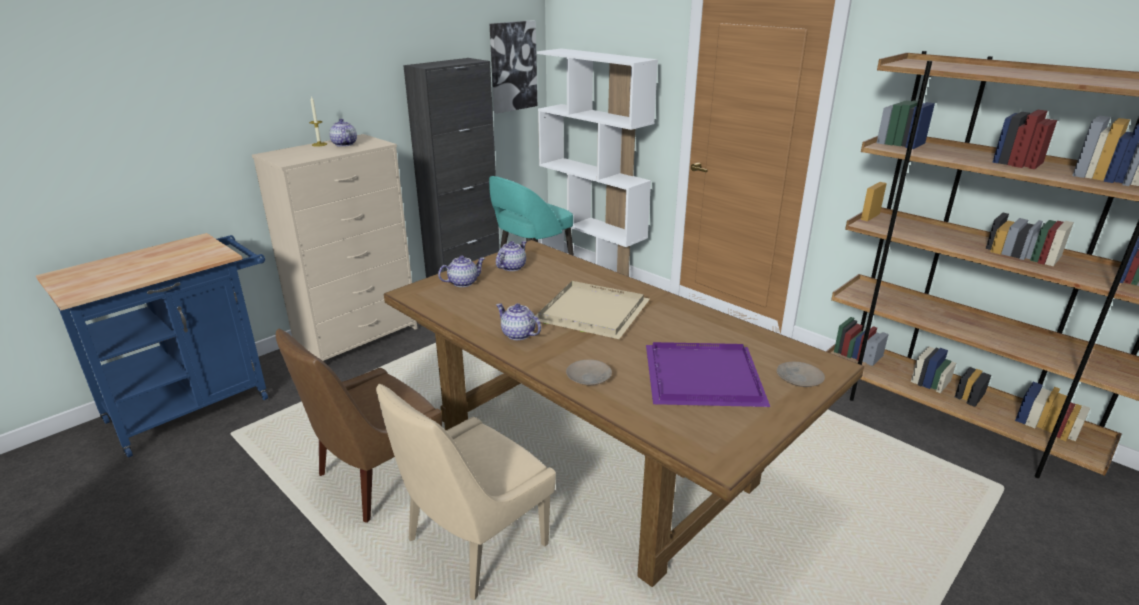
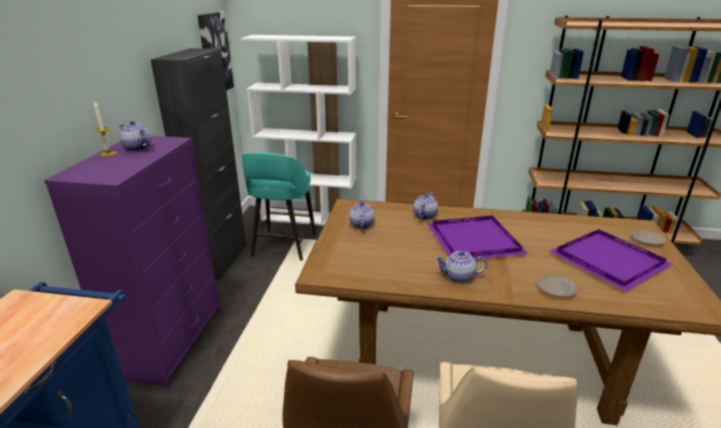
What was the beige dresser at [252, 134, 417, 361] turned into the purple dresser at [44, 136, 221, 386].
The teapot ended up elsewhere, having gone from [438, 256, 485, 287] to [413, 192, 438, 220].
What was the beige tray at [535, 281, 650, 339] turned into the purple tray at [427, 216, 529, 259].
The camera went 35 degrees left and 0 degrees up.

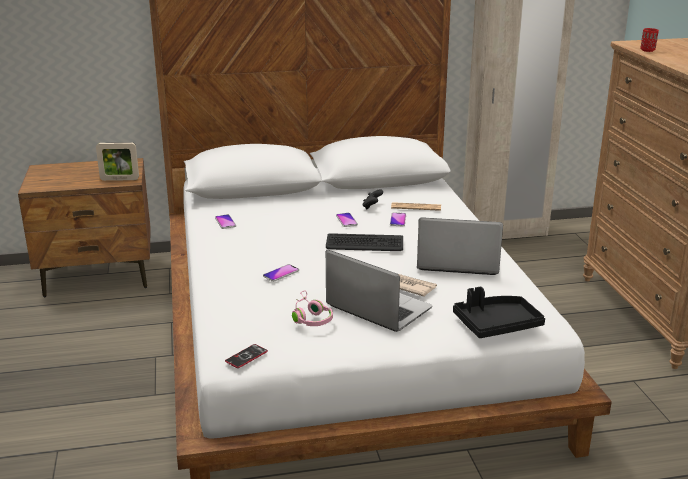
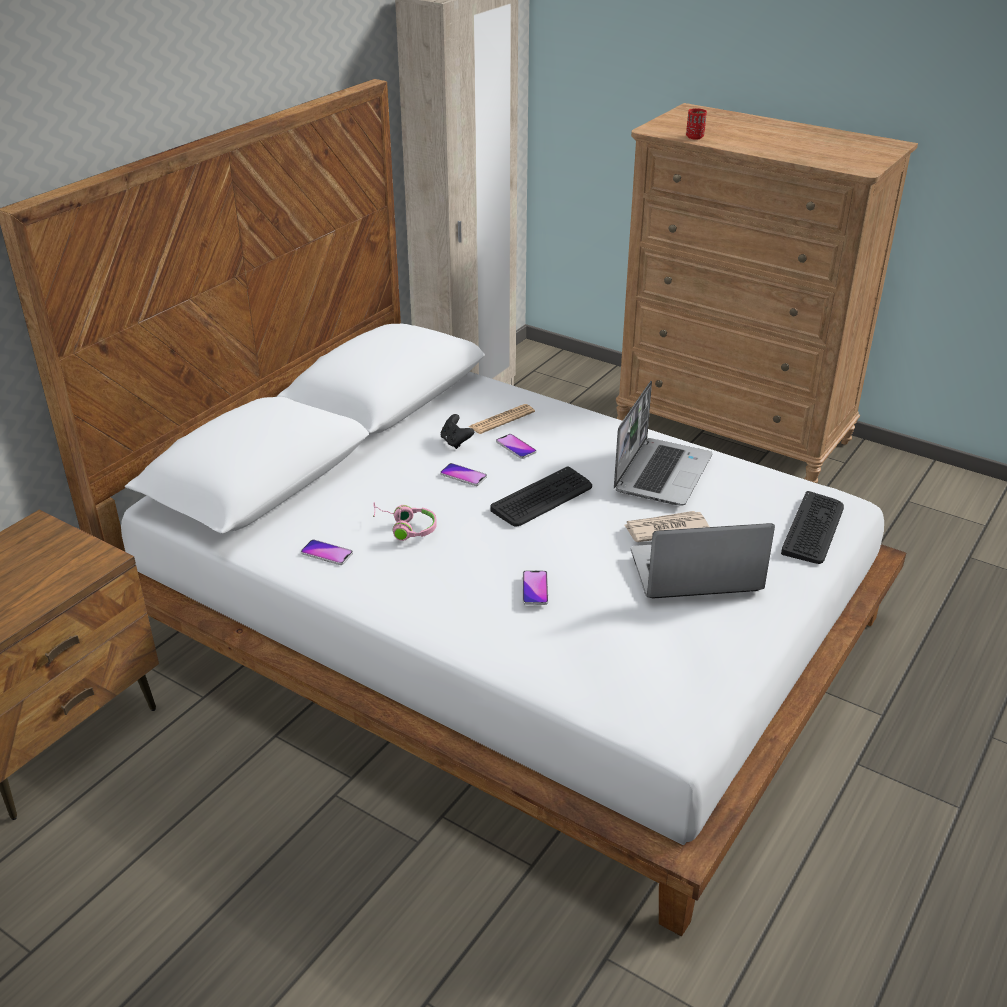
The second view lost the picture frame at [96, 142, 139, 181].
The second view lost the phone at [225, 344, 268, 368].
The pink headphones ended up elsewhere, having gone from [292, 291, 333, 326] to [373, 502, 437, 541].
The laptop at [417, 217, 503, 275] ended up facing another way, 150 degrees clockwise from before.
Where the black tray stood at [453, 287, 545, 338], the keyboard came to stand at [781, 491, 844, 564].
The camera went 45 degrees left and 10 degrees up.

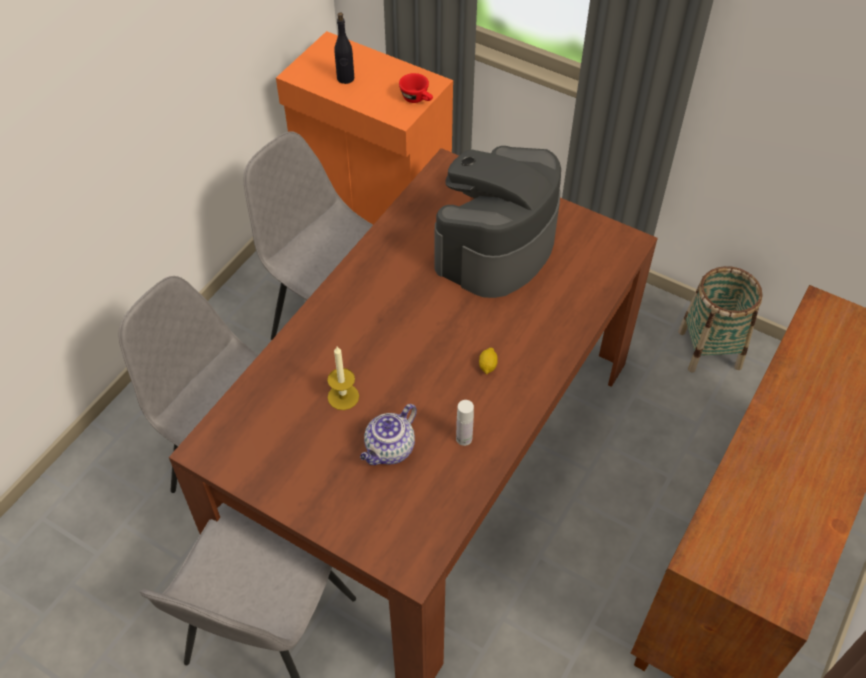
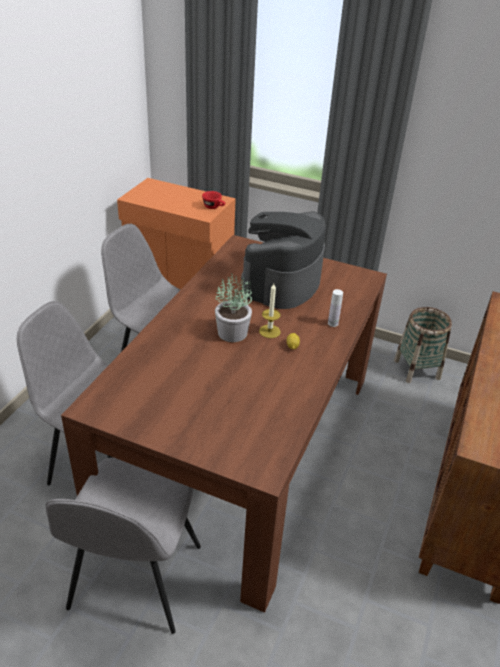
The candle ended up elsewhere, having gone from [327, 347, 359, 410] to [259, 284, 281, 338].
The second view lost the black bottle at [334, 12, 354, 84].
The second view lost the teapot at [360, 404, 417, 465].
The white bottle ended up elsewhere, having gone from [456, 400, 474, 446] to [328, 289, 343, 327].
The second view gained the potted plant at [215, 273, 252, 342].
The camera went 10 degrees left and 15 degrees down.

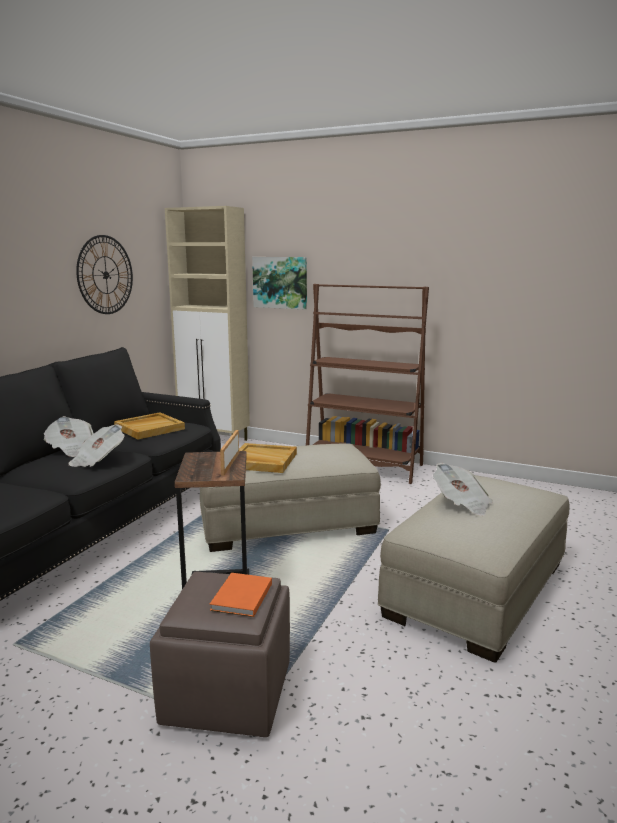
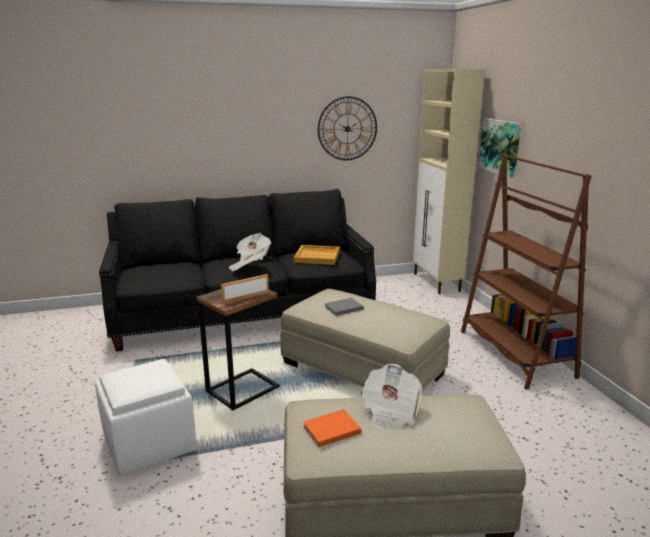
What was the brown ottoman at [150, 572, 290, 737] turned into the white ottoman at [95, 359, 197, 477].
The orange book ended up elsewhere, having gone from [210, 573, 272, 617] to [303, 409, 361, 447].
Where the beige tray stood at [239, 443, 297, 473], the grey book came to stand at [325, 298, 363, 316].
The camera went 50 degrees right and 5 degrees up.

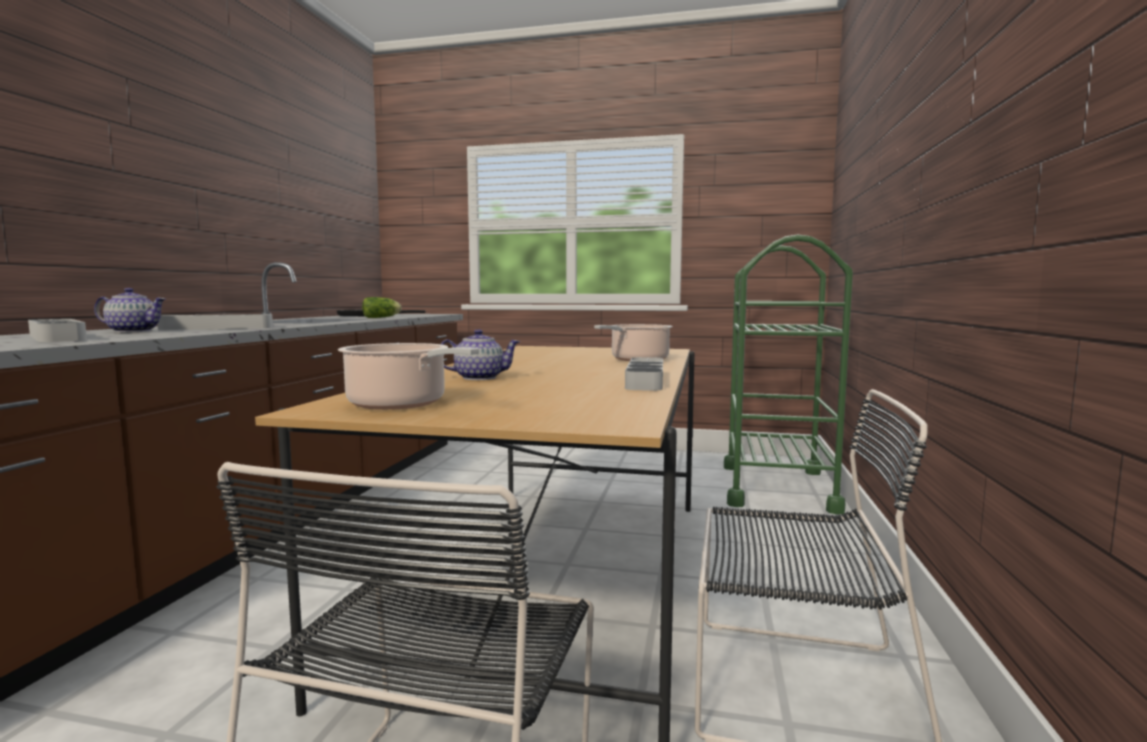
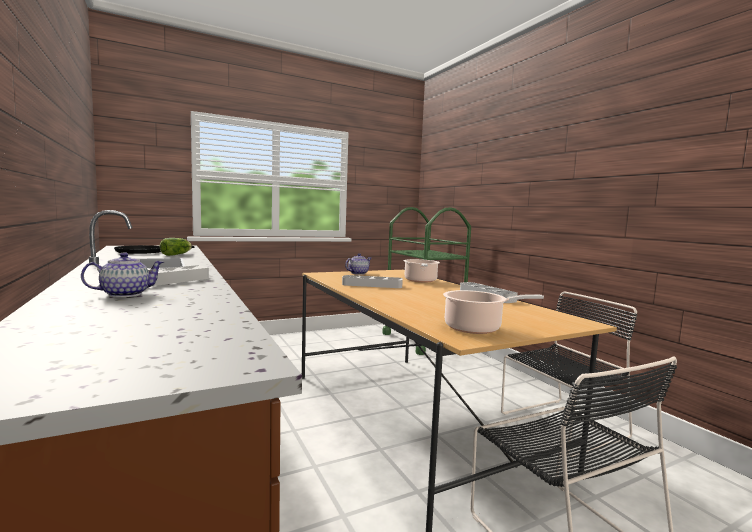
The grey tray ended up elsewhere, having gone from [28, 319, 87, 342] to [342, 275, 403, 288].
The teapot ended up elsewhere, having gone from [441, 329, 520, 380] to [345, 253, 371, 275].
The camera went 40 degrees left and 0 degrees up.

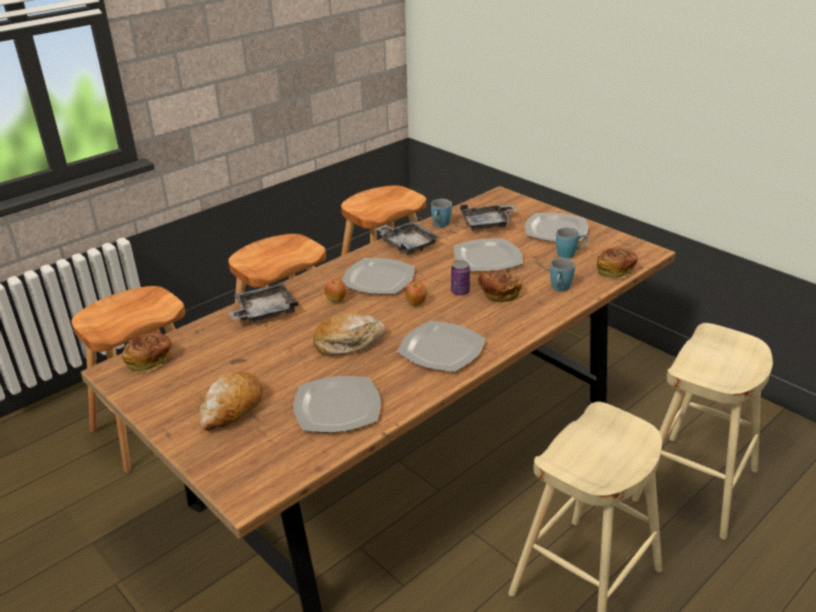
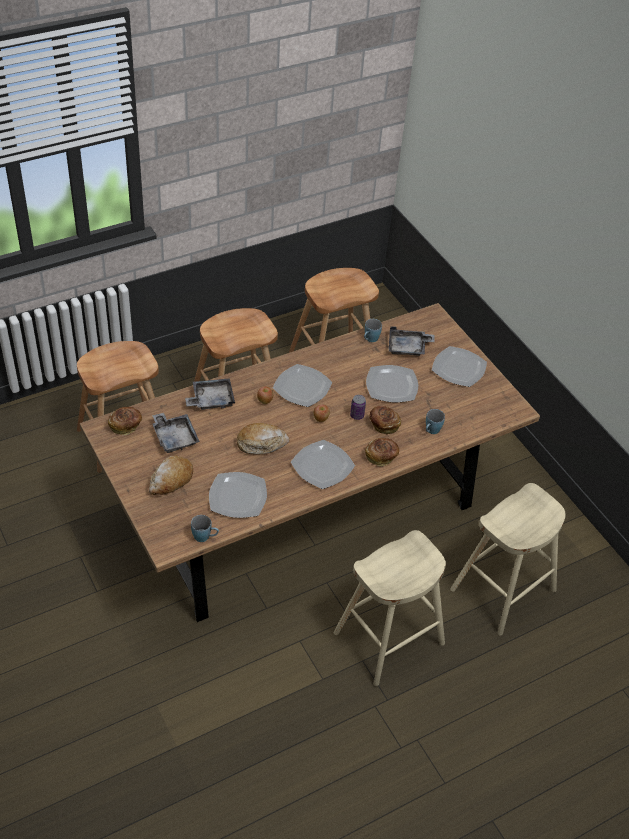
The grey tray ended up elsewhere, having gone from [375, 221, 440, 255] to [152, 413, 200, 453].
The blue mug ended up elsewhere, having gone from [556, 228, 588, 258] to [191, 515, 219, 542].
The bread ended up elsewhere, having gone from [597, 247, 638, 279] to [365, 438, 399, 466].
The camera went 10 degrees right and 15 degrees up.

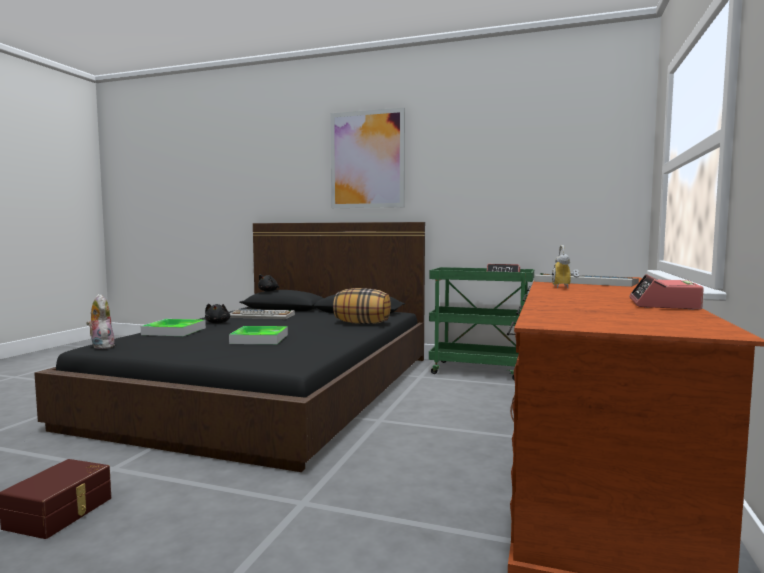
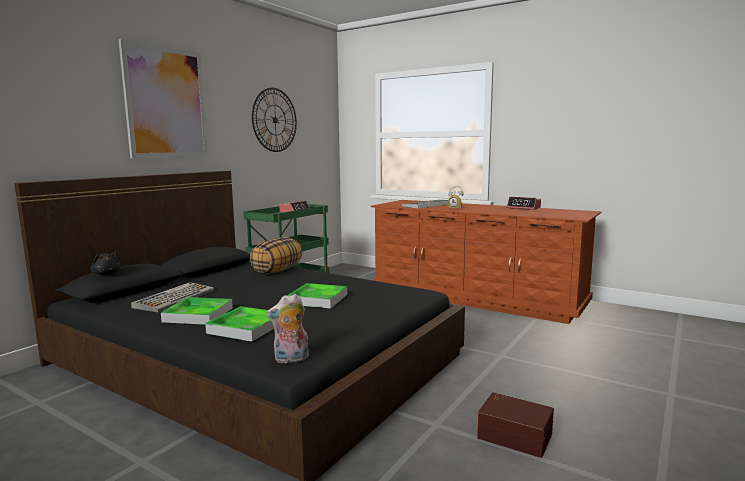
Where the black plush toy stood at [205, 303, 230, 324], the tray came to stand at [161, 297, 233, 325].
The second view gained the wall clock at [252, 88, 297, 152].
The camera went 75 degrees left and 5 degrees up.

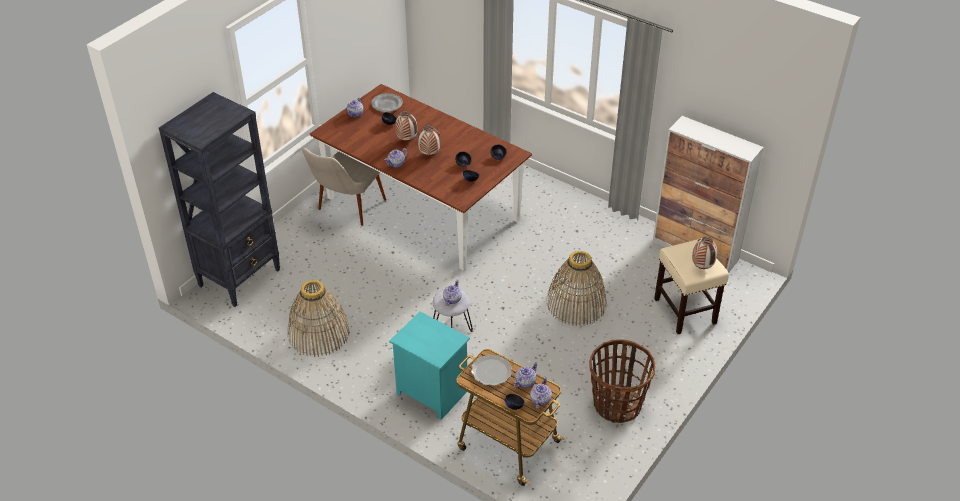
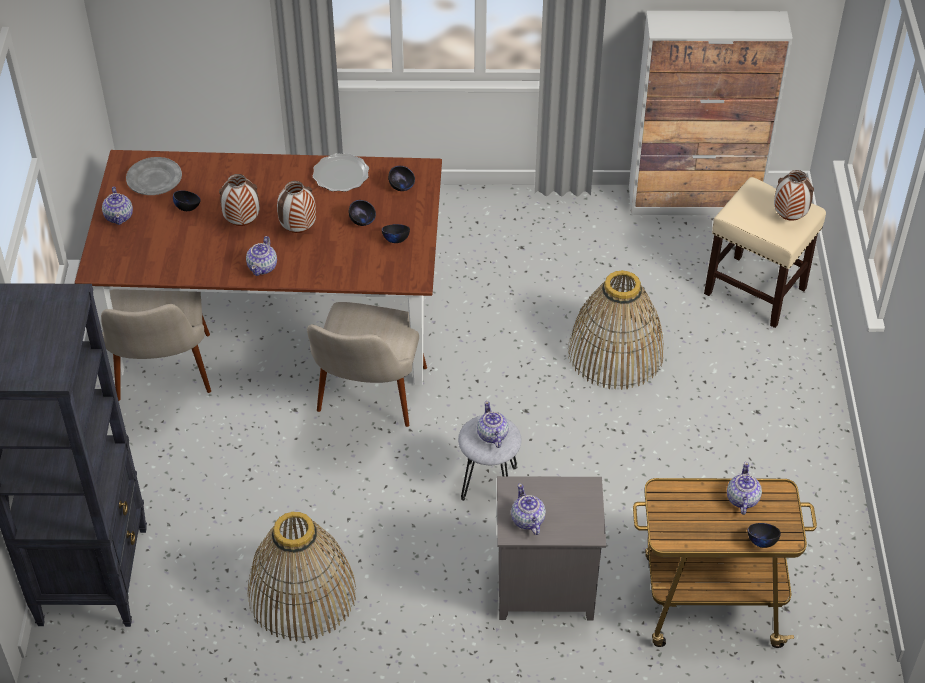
What was the turquoise nightstand at [389, 312, 470, 420] turned into the grey nightstand at [497, 476, 606, 620].
The plate ended up elsewhere, having gone from [471, 354, 512, 386] to [313, 153, 369, 192].
The teapot ended up elsewhere, having gone from [530, 377, 552, 409] to [511, 483, 546, 535].
The second view lost the basket at [589, 339, 655, 423].
The second view gained the beige chair at [307, 302, 427, 427].
The camera went 35 degrees left and 5 degrees up.

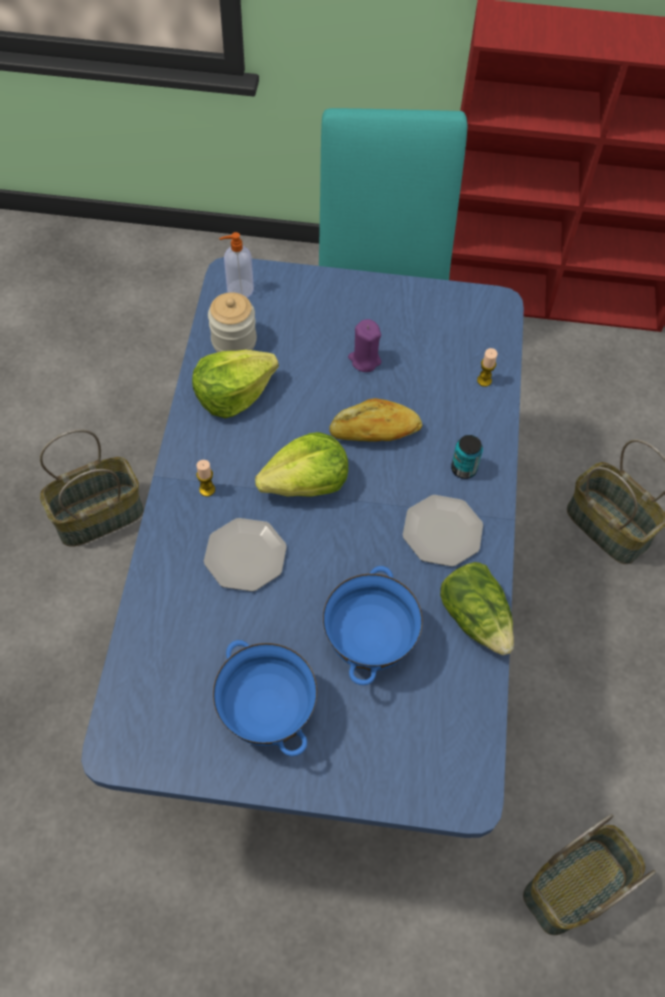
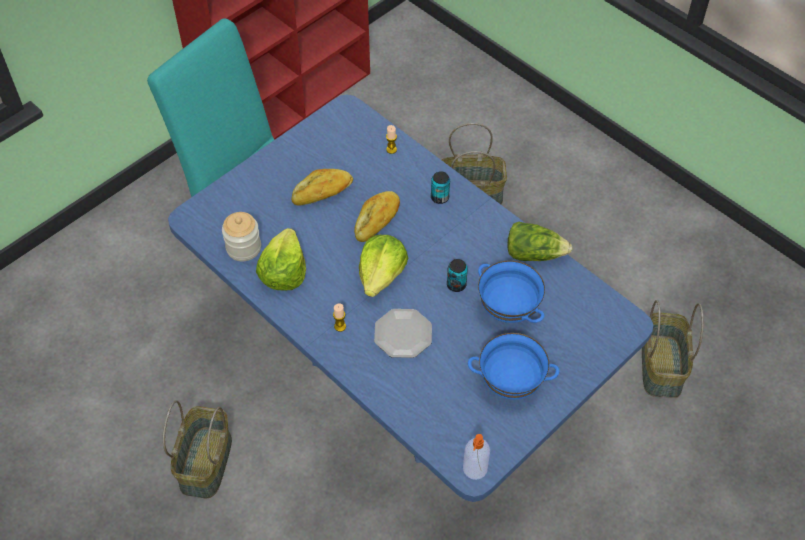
The soap dispenser ended up elsewhere, having gone from [219, 232, 254, 298] to [463, 434, 490, 480].
Where the purple candle stood at [348, 319, 381, 372], the bread came to stand at [291, 169, 353, 206].
The second view lost the plate at [403, 495, 483, 567].
The second view gained the can at [447, 259, 468, 292].
The camera went 50 degrees left and 5 degrees down.

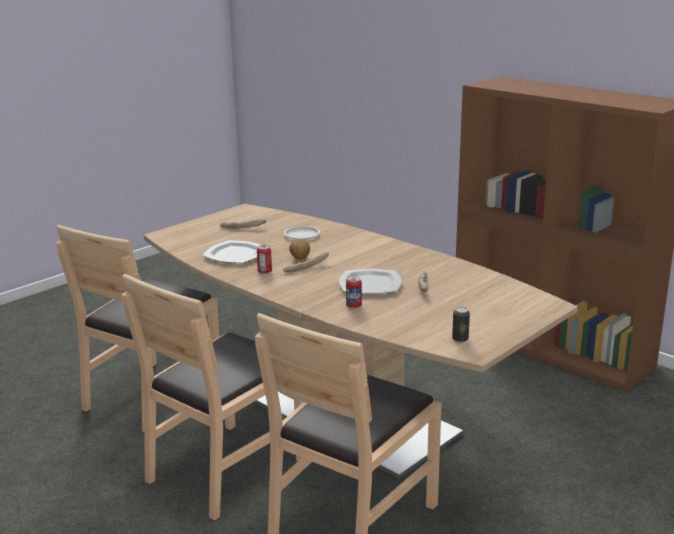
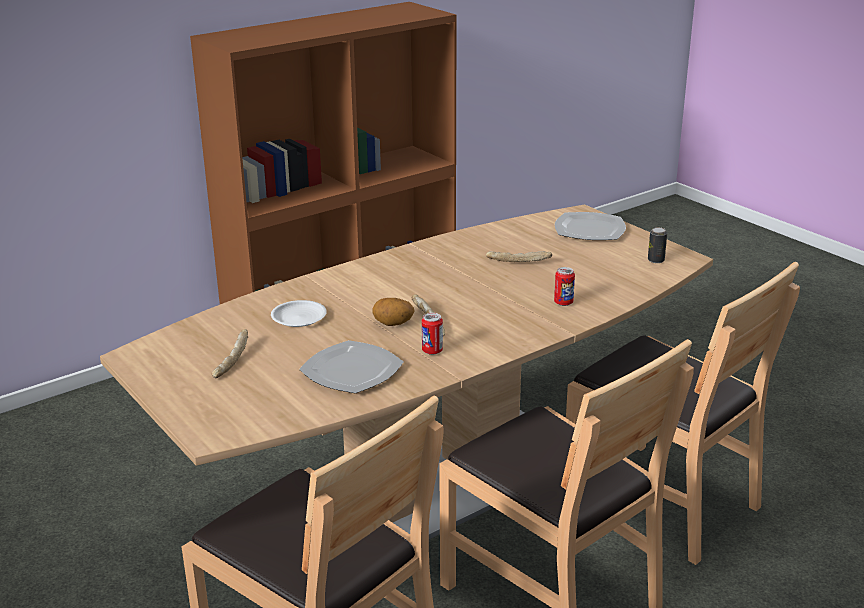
The plate ended up elsewhere, having gone from [339, 269, 402, 294] to [555, 212, 626, 240].
The camera went 80 degrees left and 5 degrees up.

